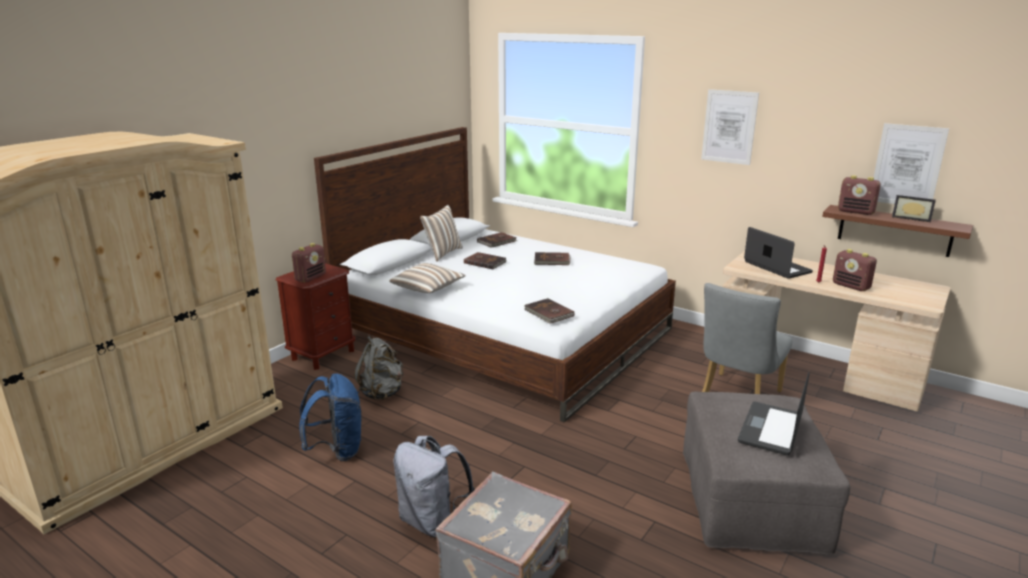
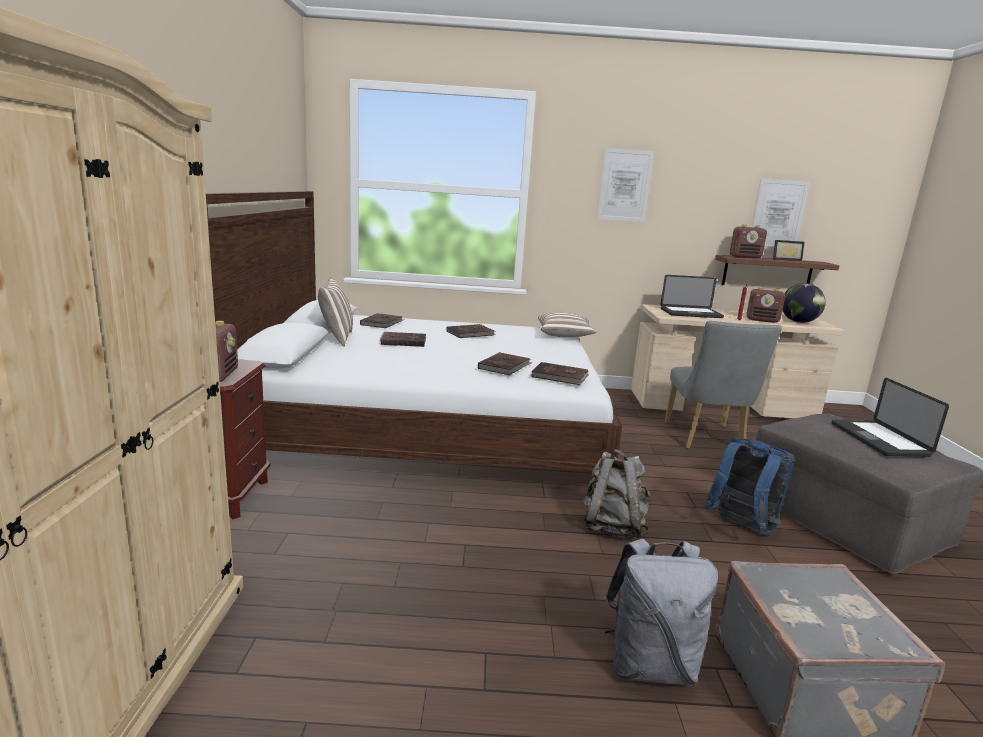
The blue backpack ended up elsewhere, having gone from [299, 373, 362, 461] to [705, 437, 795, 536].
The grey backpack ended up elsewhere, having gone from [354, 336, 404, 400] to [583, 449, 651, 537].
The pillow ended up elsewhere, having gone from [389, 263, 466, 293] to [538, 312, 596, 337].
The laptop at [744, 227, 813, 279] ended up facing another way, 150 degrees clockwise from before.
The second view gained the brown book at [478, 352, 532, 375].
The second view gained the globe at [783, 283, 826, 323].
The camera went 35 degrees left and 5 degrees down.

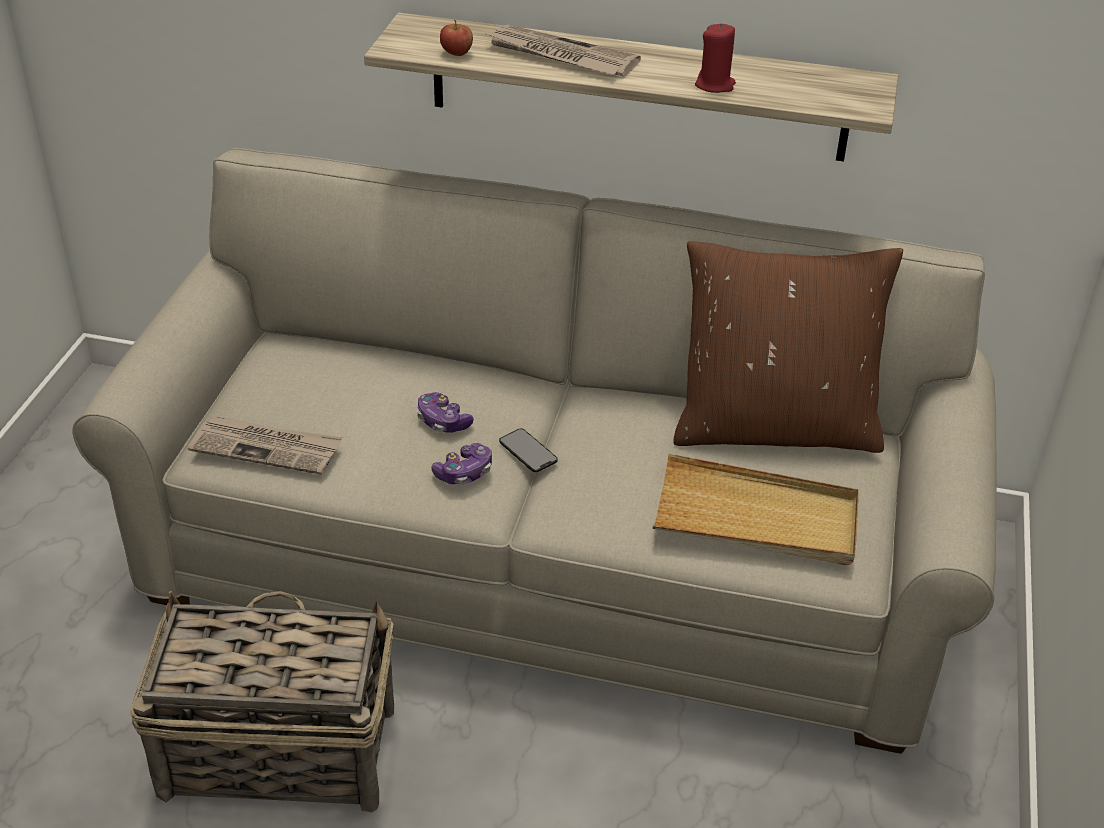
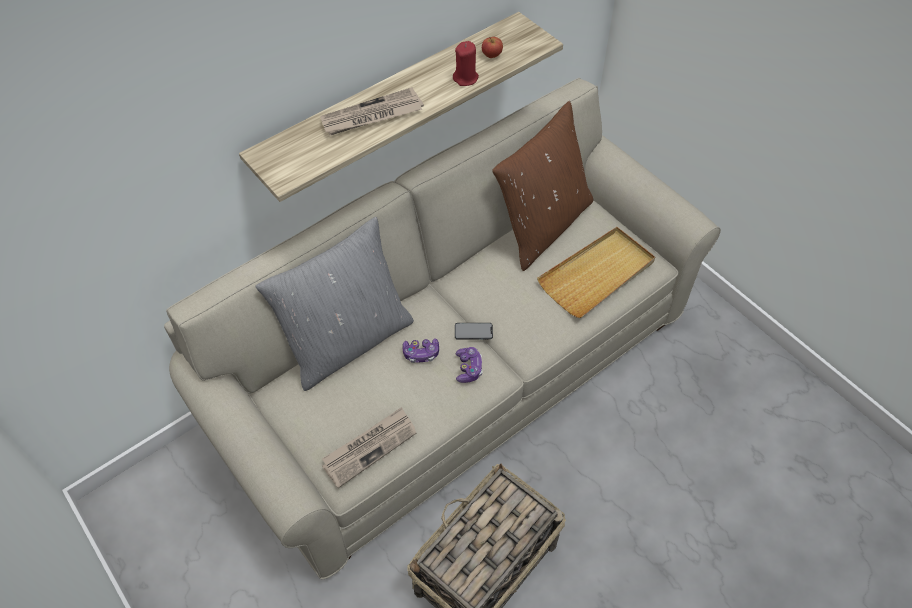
The apple ended up elsewhere, having gone from [440, 20, 473, 56] to [482, 37, 503, 58].
The second view gained the grey pillow at [256, 217, 414, 391].
The camera went 50 degrees left and 15 degrees up.

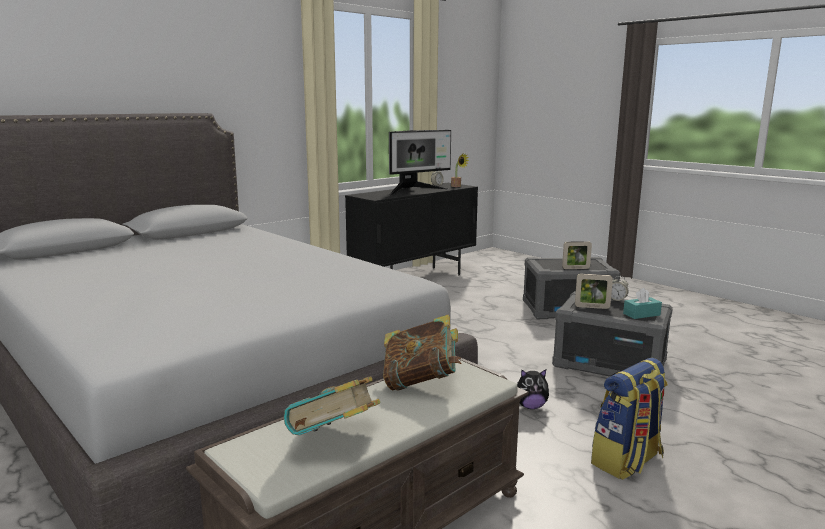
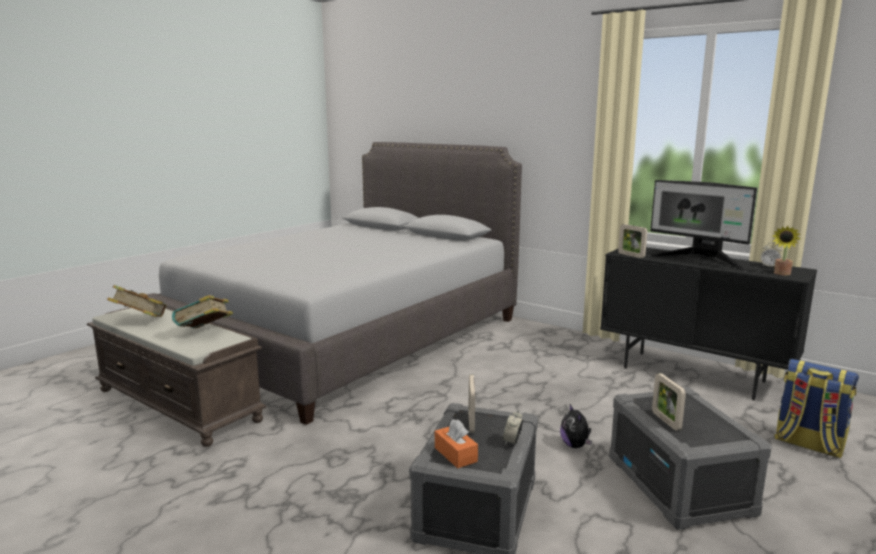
The plush toy ended up elsewhere, having gone from [517, 369, 549, 409] to [560, 404, 592, 448].
The backpack ended up elsewhere, having gone from [591, 358, 668, 480] to [774, 359, 859, 458].
What was the turquoise tissue box at [623, 288, 662, 319] turned into the orange tissue box at [435, 419, 478, 468].
The second view gained the picture frame at [618, 224, 647, 258].
The camera went 80 degrees right and 0 degrees up.

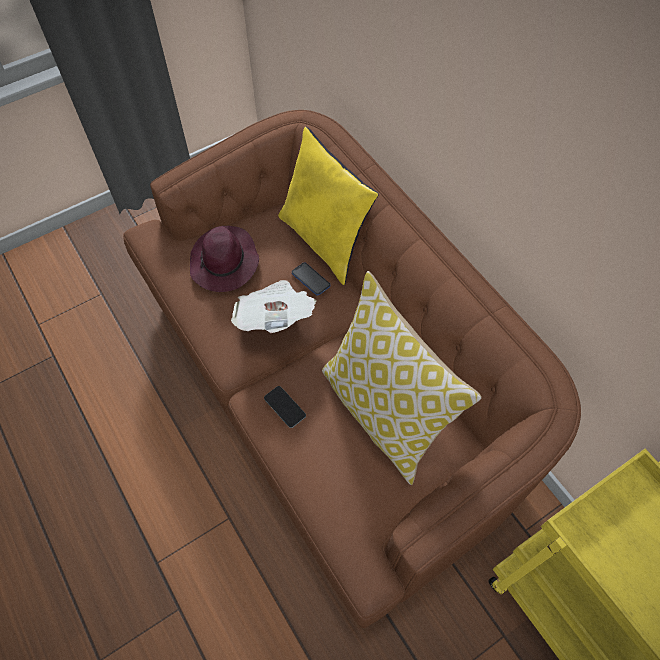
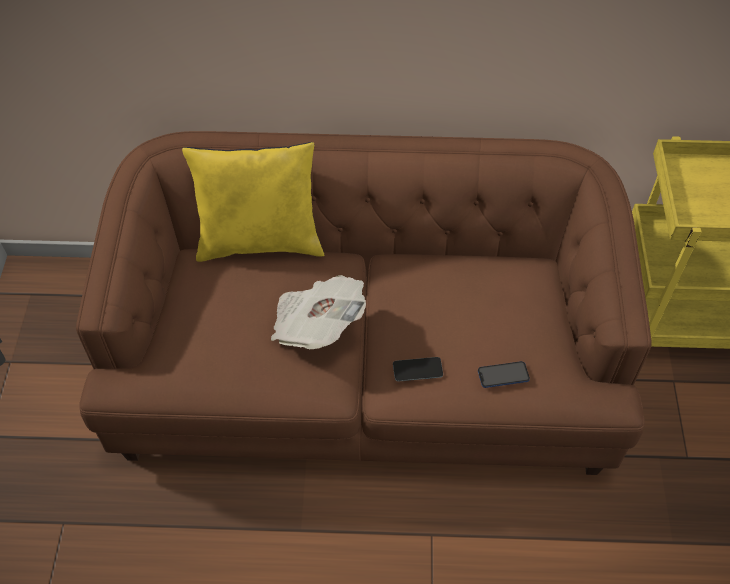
The second view lost the purple hat at [190, 226, 259, 292].
The phone ended up elsewhere, having gone from [292, 262, 330, 295] to [478, 361, 530, 388].
The second view lost the pillow at [322, 271, 482, 485].
The camera went 55 degrees left and 5 degrees down.

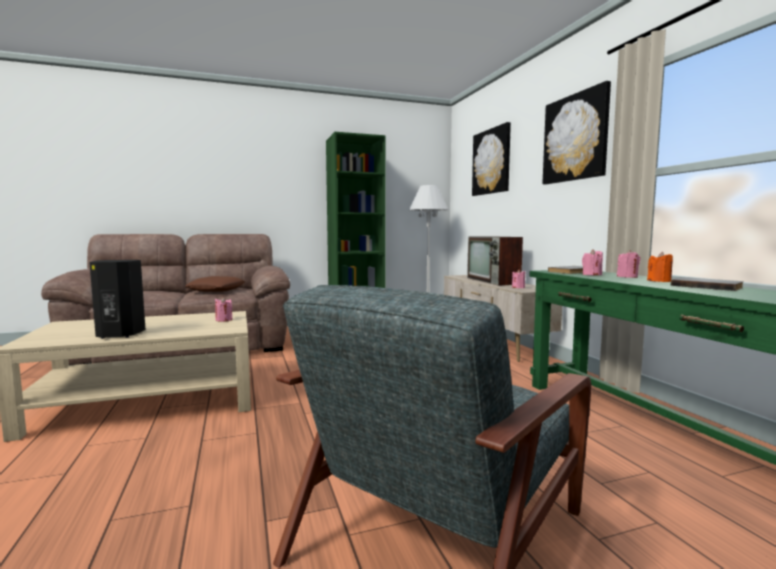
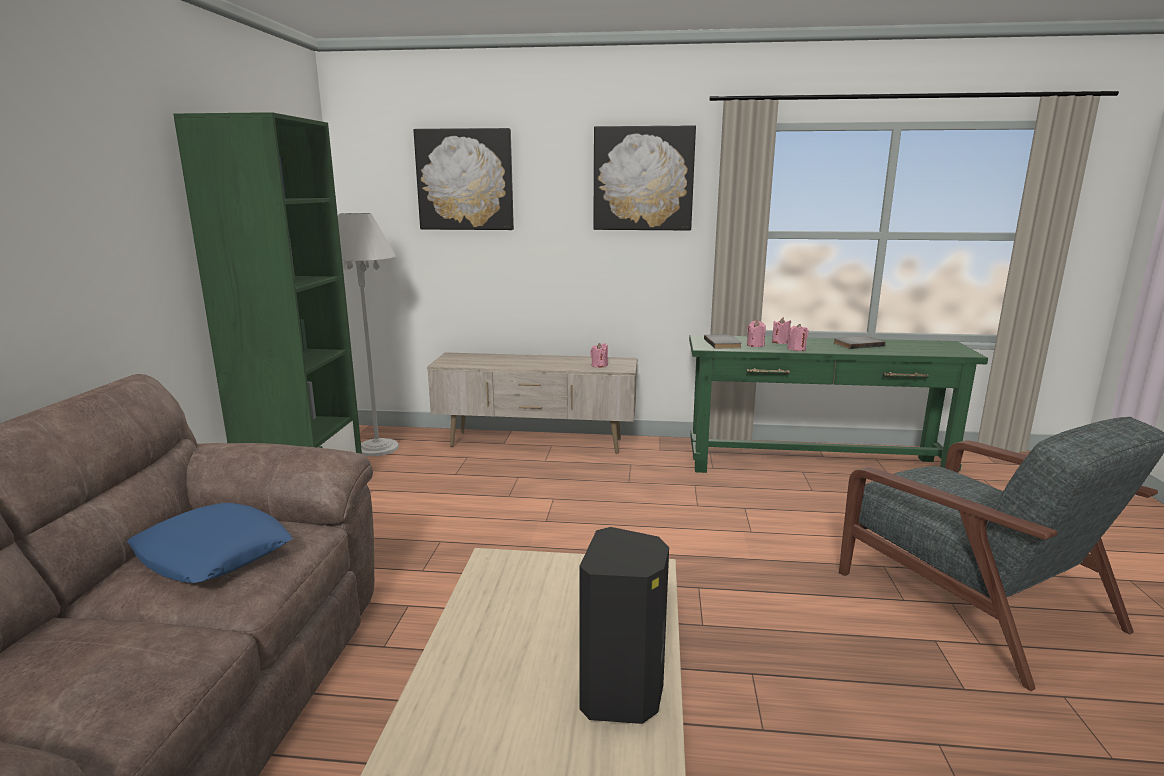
What was the brown pillow at [185, 276, 245, 292] turned into the blue pillow at [127, 503, 292, 583].
The pink candle ended up elsewhere, having gone from [215, 297, 232, 322] to [787, 324, 809, 351].
The second view lost the television at [467, 236, 523, 286].
The second view lost the orange candle at [647, 252, 673, 282].
The camera went 65 degrees left and 10 degrees up.

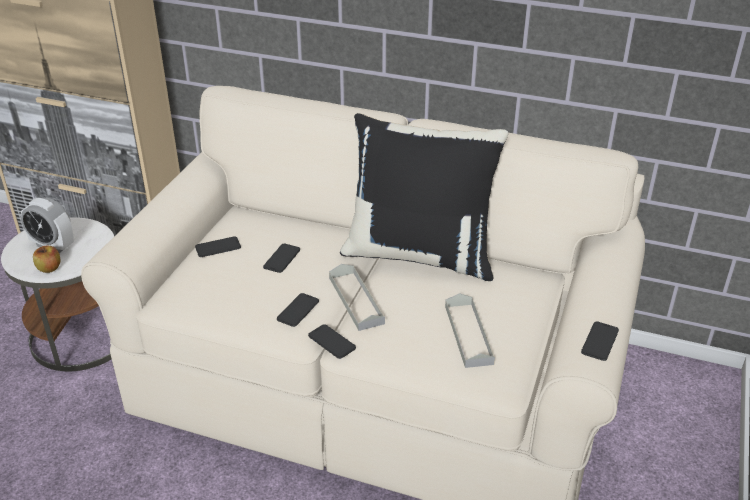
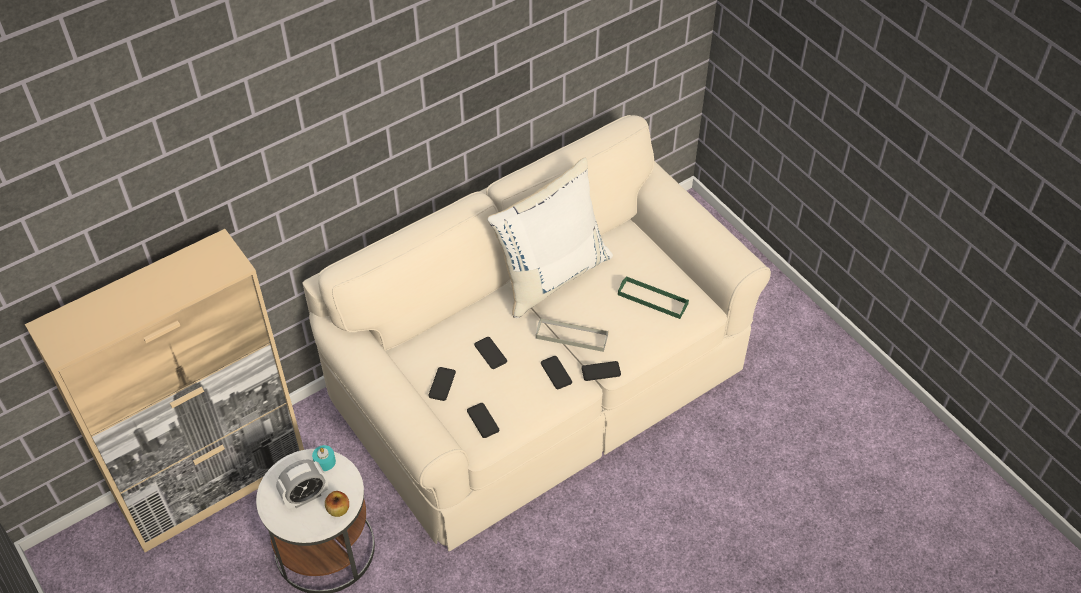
What was the black pillow at [340, 113, 508, 281] turned into the white pillow at [487, 158, 613, 318].
What was the grey tray at [445, 293, 495, 368] turned into the green tray at [618, 276, 689, 319].
The phone ended up elsewhere, having gone from [581, 321, 619, 361] to [467, 403, 499, 438].
The second view gained the turquoise candle at [312, 445, 336, 471].
The camera went 55 degrees left and 15 degrees up.

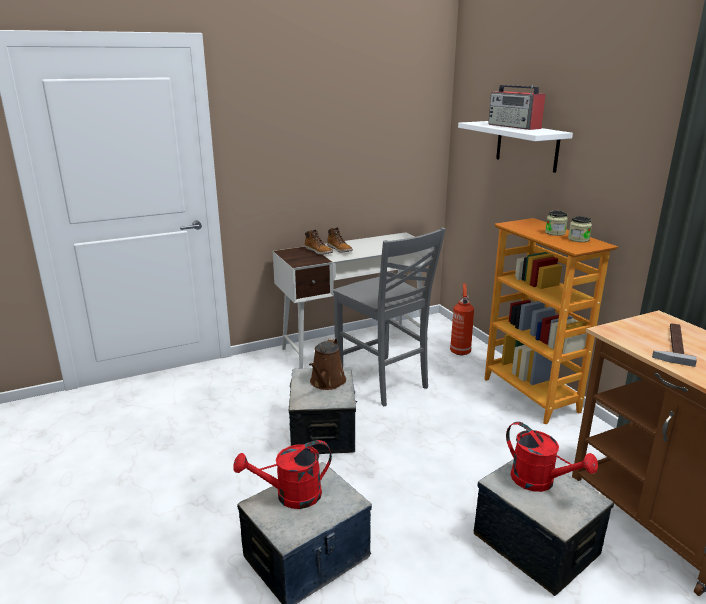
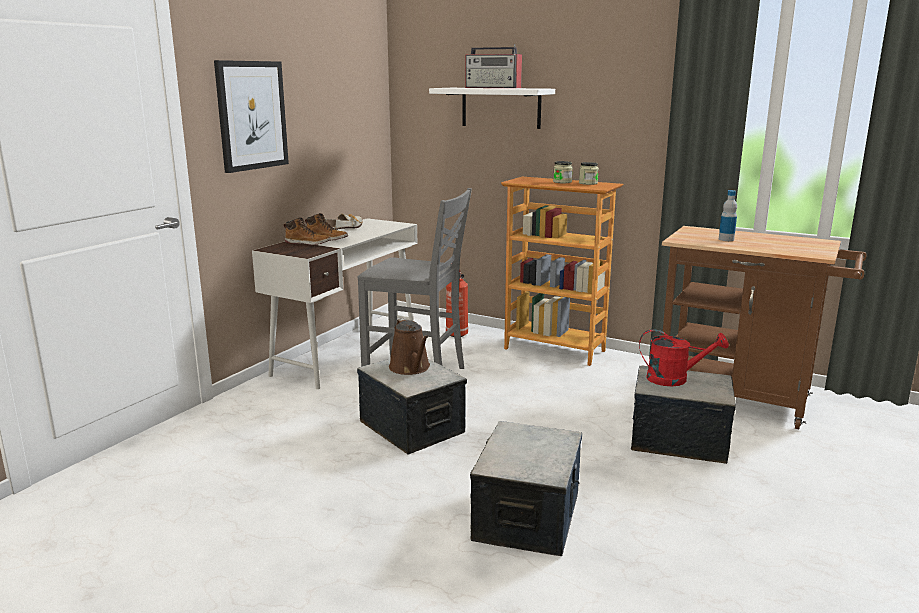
The second view lost the red watering can at [233, 440, 332, 509].
Where the hammer stood at [652, 323, 697, 367], the bottle came to stand at [719, 190, 737, 241].
The second view gained the picture at [214, 60, 289, 173].
The second view gained the shoe at [324, 214, 362, 230].
The camera went 35 degrees left and 5 degrees down.

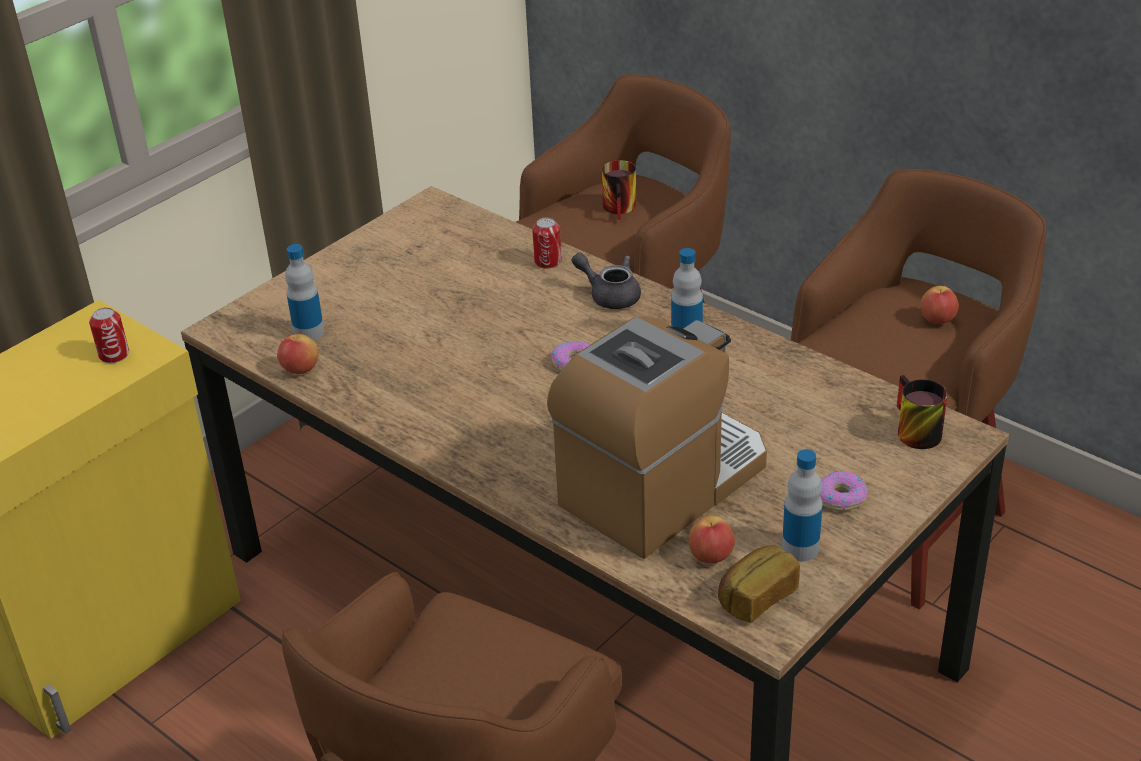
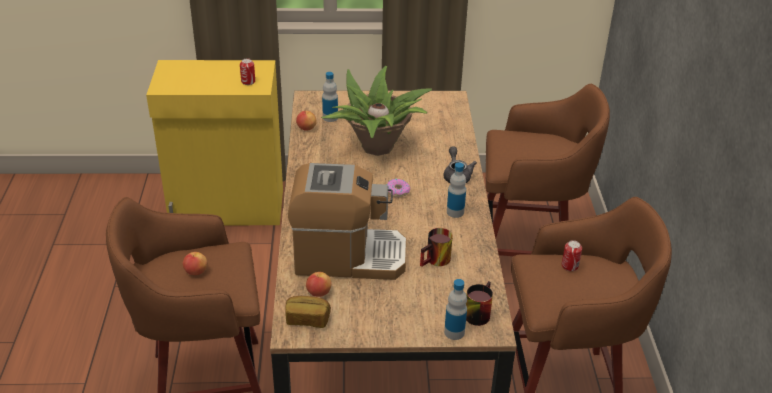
The can ended up elsewhere, having gone from [532, 218, 562, 269] to [562, 240, 582, 271].
The mug ended up elsewhere, having gone from [602, 160, 636, 220] to [420, 228, 453, 267].
The bottle ended up elsewhere, having gone from [782, 449, 823, 561] to [444, 279, 467, 340].
The second view lost the donut at [820, 470, 868, 511].
The apple ended up elsewhere, having gone from [921, 286, 959, 324] to [182, 252, 207, 275].
The second view gained the potted plant at [321, 66, 432, 156].
The camera went 45 degrees right and 0 degrees up.

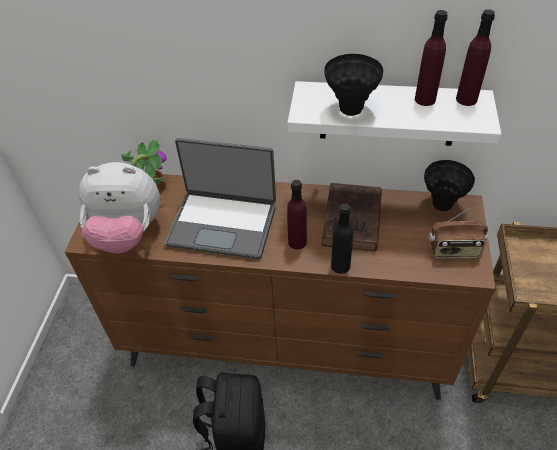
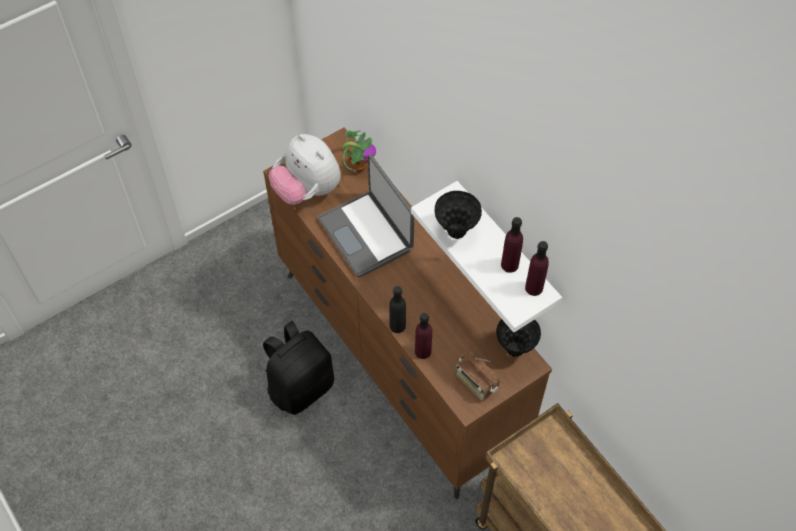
The purple bottle ended up elsewhere, having gone from [287, 180, 307, 249] to [415, 313, 432, 359].
The second view lost the brown book at [322, 183, 382, 252].
The camera went 45 degrees right and 10 degrees up.

